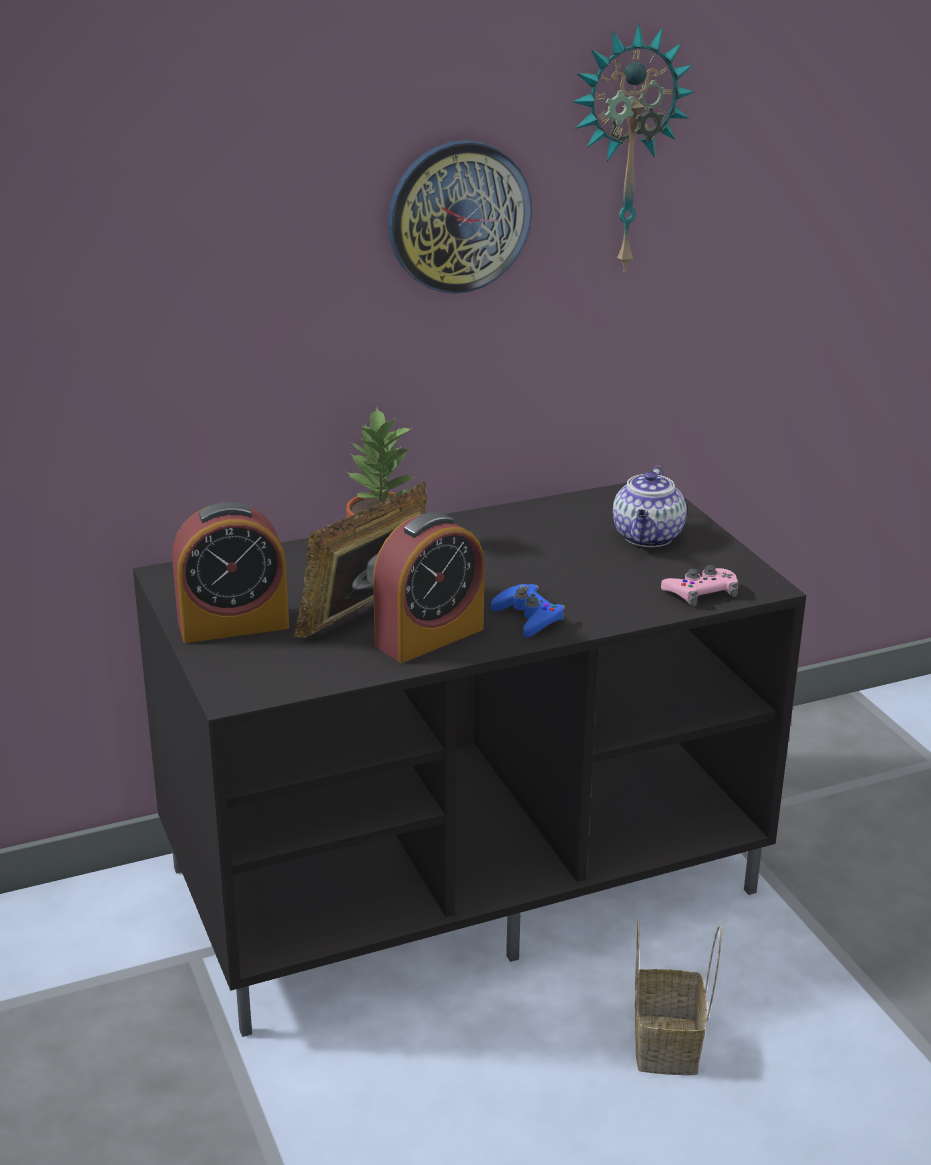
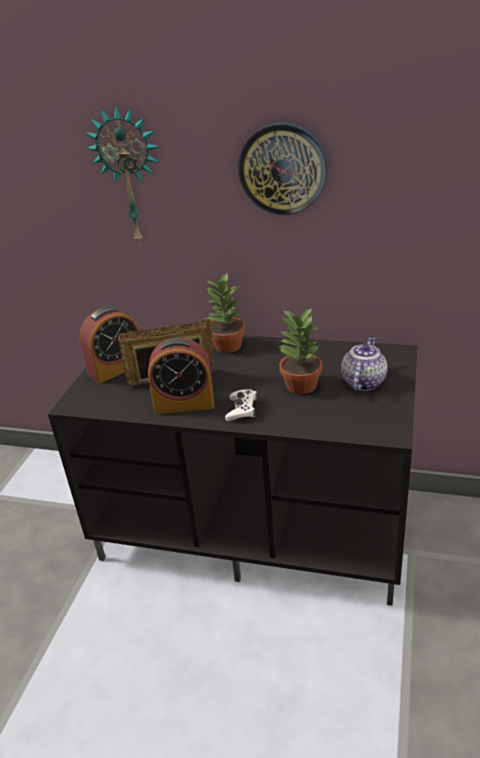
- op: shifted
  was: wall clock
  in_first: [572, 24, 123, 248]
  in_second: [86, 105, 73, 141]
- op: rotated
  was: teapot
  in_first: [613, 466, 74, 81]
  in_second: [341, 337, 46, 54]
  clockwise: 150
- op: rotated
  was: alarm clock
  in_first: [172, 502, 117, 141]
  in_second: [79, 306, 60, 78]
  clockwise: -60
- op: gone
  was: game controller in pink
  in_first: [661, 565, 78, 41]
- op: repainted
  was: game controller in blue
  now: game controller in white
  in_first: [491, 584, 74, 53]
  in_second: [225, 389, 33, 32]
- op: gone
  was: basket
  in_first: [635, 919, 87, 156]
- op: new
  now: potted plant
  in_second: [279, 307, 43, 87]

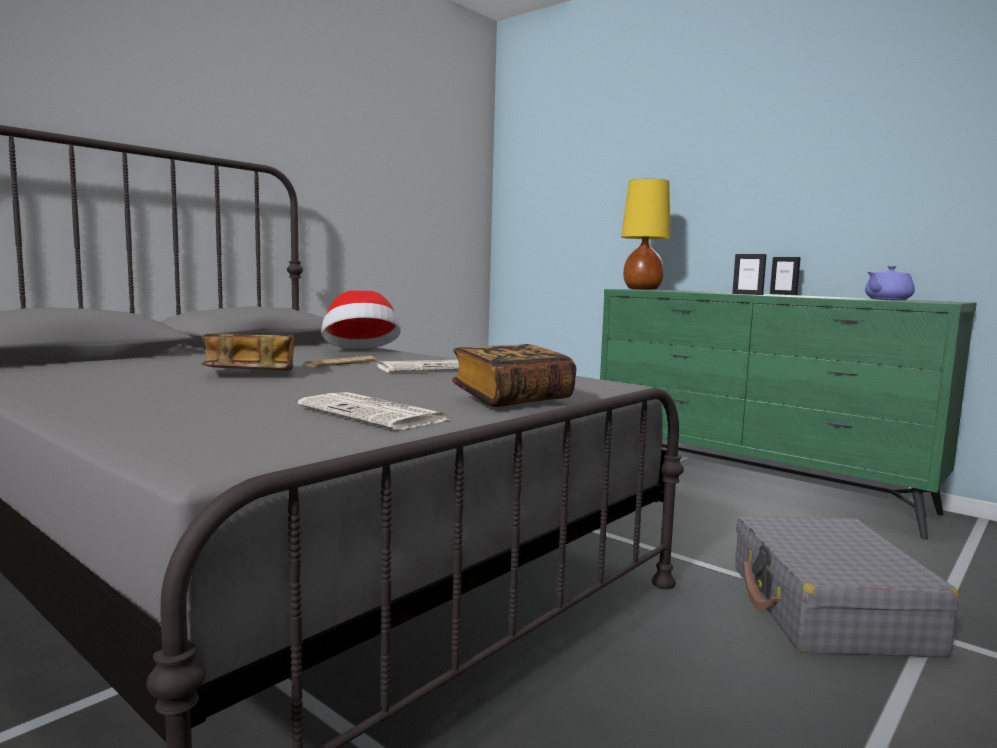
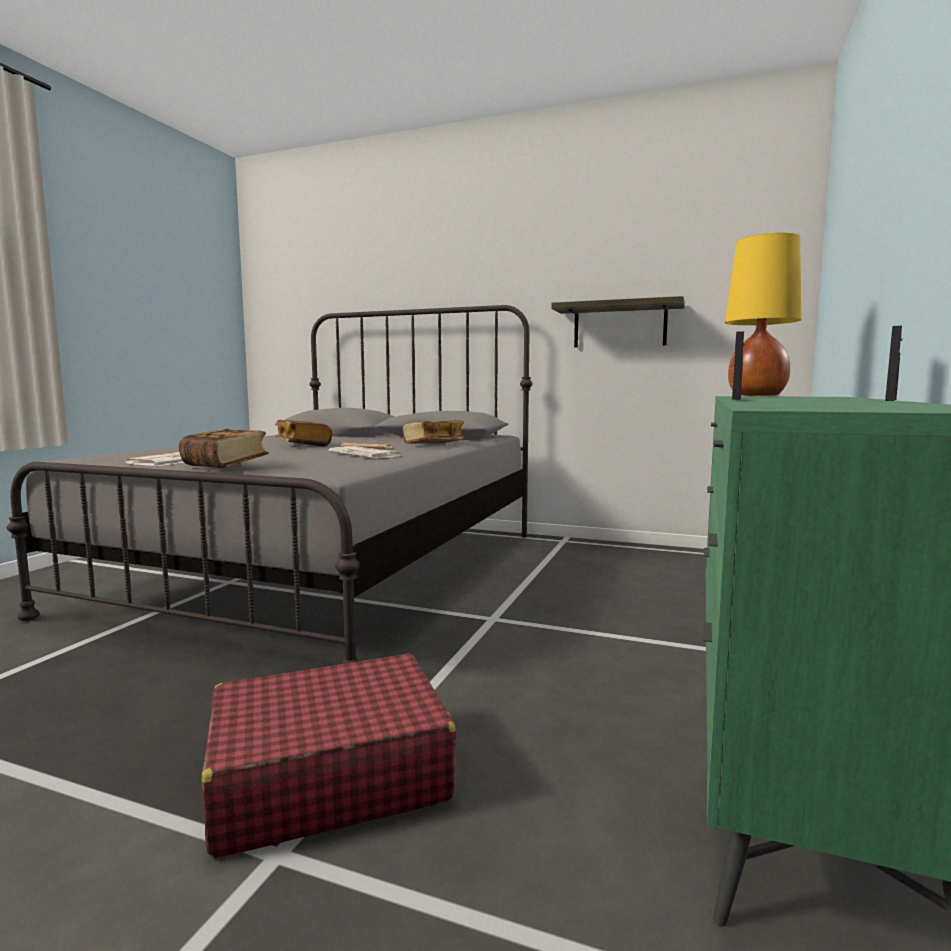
- op: gone
  was: teapot in purple
  in_first: [865, 266, 50, 34]
- op: swapped
  was: hat
  now: book
  in_first: [321, 290, 80, 59]
  in_second: [403, 420, 62, 24]
- op: repainted
  was: suitcase in grey
  now: suitcase in red
  in_first: [735, 516, 224, 141]
  in_second: [202, 653, 254, 205]
- op: new
  now: shelf
  in_second: [551, 296, 134, 51]

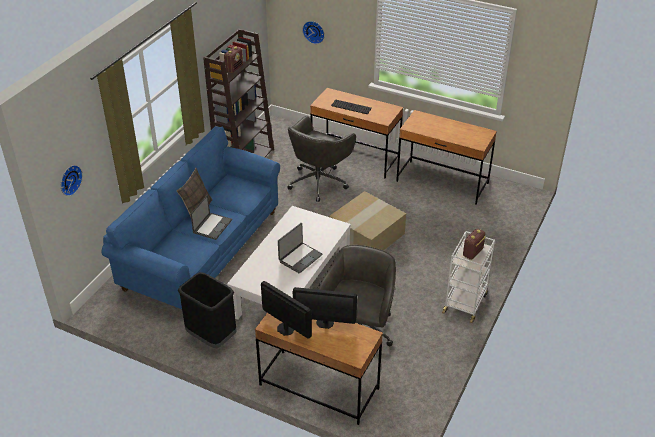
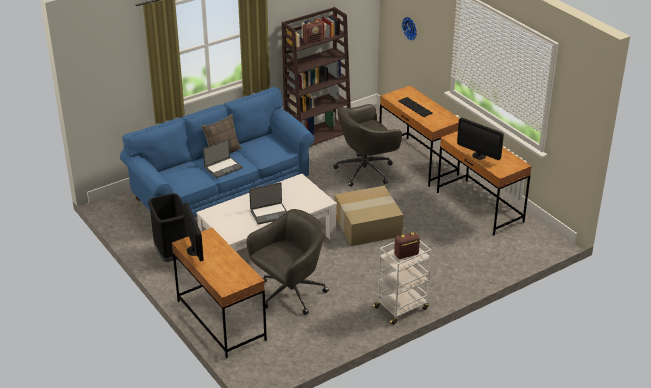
- op: gone
  was: wall clock
  in_first: [61, 165, 22, 31]
- op: shifted
  was: monitor
  in_first: [293, 287, 64, 42]
  in_second: [457, 118, 47, 42]

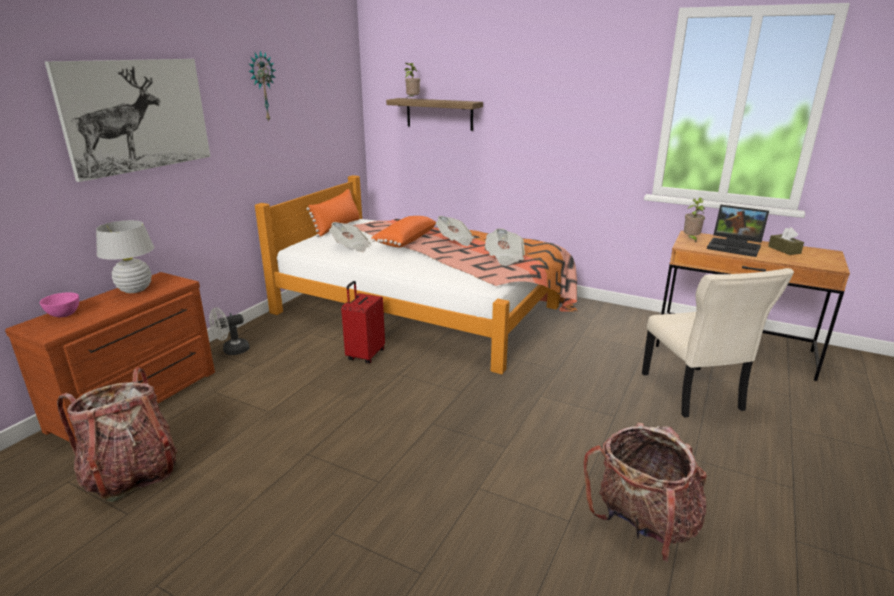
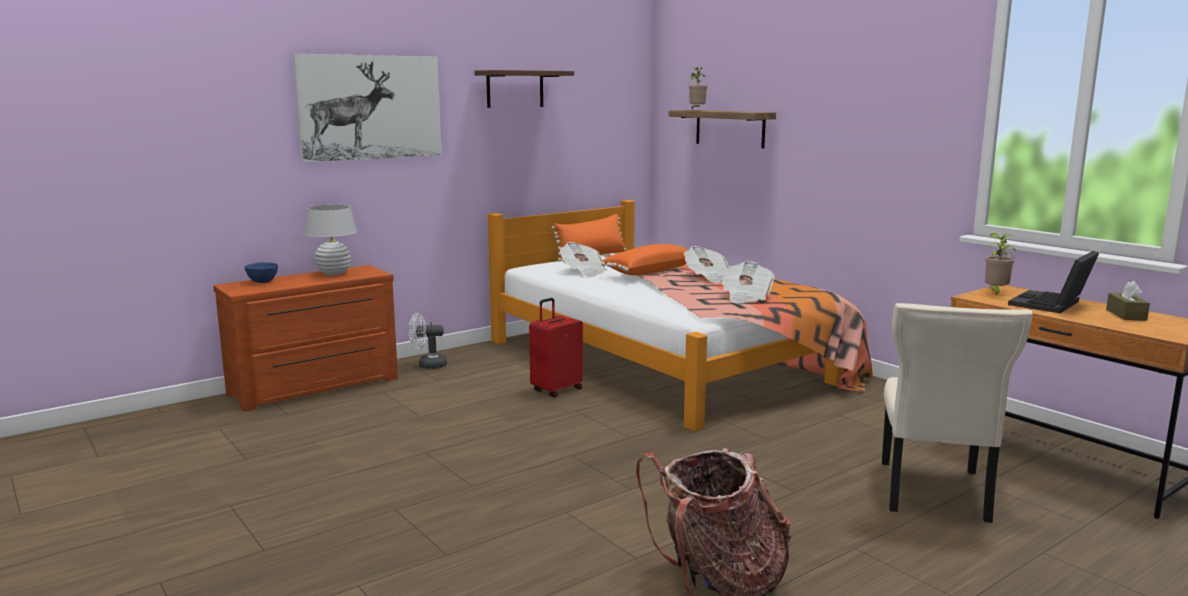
- op: swapped
  was: wall clock
  now: shelf
  in_first: [248, 51, 28, 71]
  in_second: [474, 70, 100, 38]
- op: rotated
  was: laptop
  in_first: [707, 205, 62, 52]
  in_second: [1008, 251, 91, 62]
  clockwise: 75
- op: repainted
  was: bowl in pink
  now: bowl in blue
  in_first: [40, 292, 39, 25]
  in_second: [245, 262, 33, 21]
- op: gone
  was: backpack
  in_first: [57, 367, 121, 135]

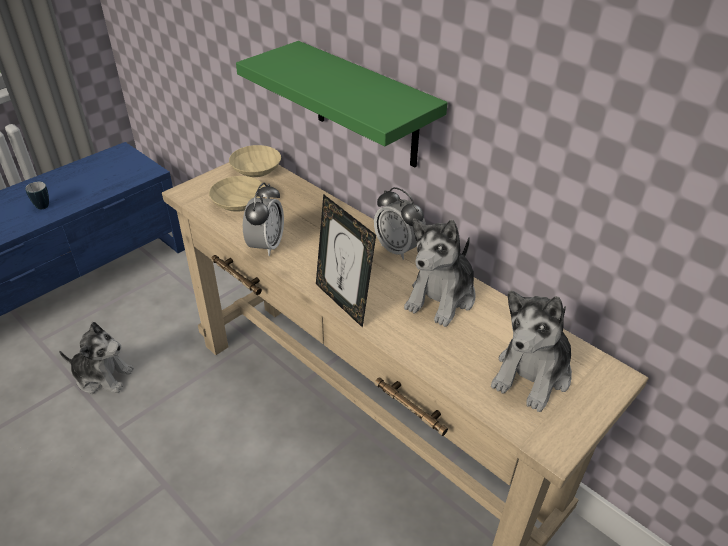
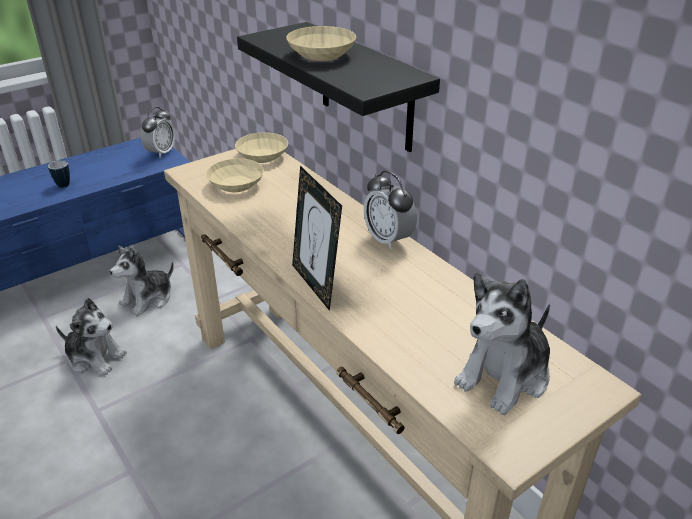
- op: repainted
  was: shelf in green
  now: shelf in black
  in_first: [236, 41, 212, 126]
  in_second: [237, 22, 203, 130]
- op: shifted
  was: alarm clock
  in_first: [243, 183, 41, 73]
  in_second: [141, 107, 34, 51]
- op: shifted
  was: plush toy
  in_first: [404, 219, 72, 108]
  in_second: [109, 245, 65, 71]
- op: new
  now: bowl in beige
  in_second: [286, 26, 70, 35]

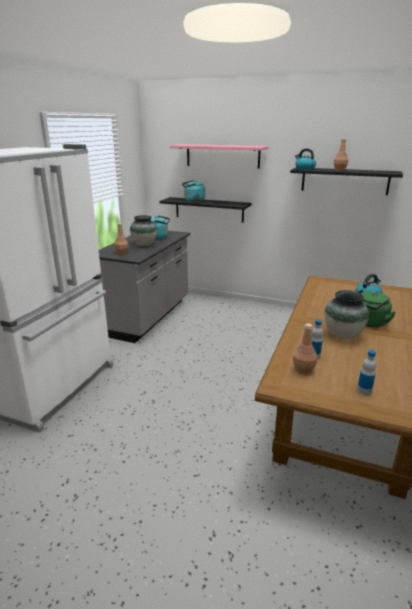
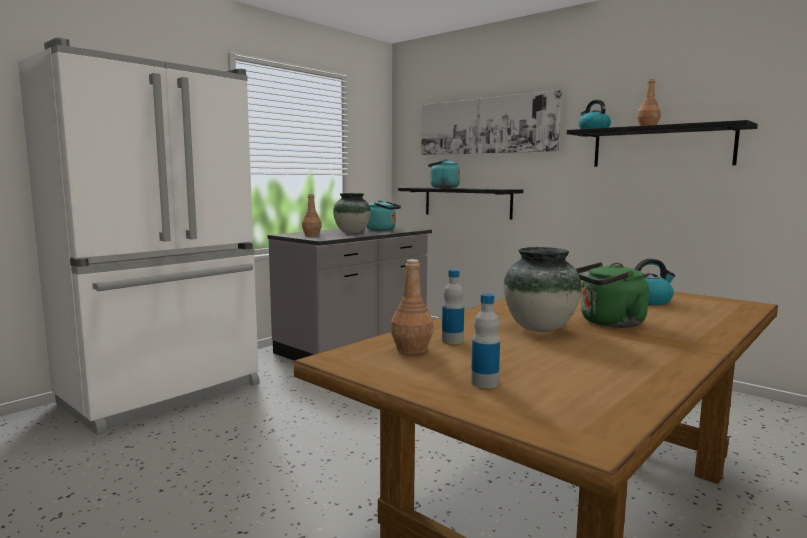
- op: swapped
  was: shelf in pink
  now: picture
  in_first: [170, 144, 99, 25]
  in_second: [421, 90, 141, 65]

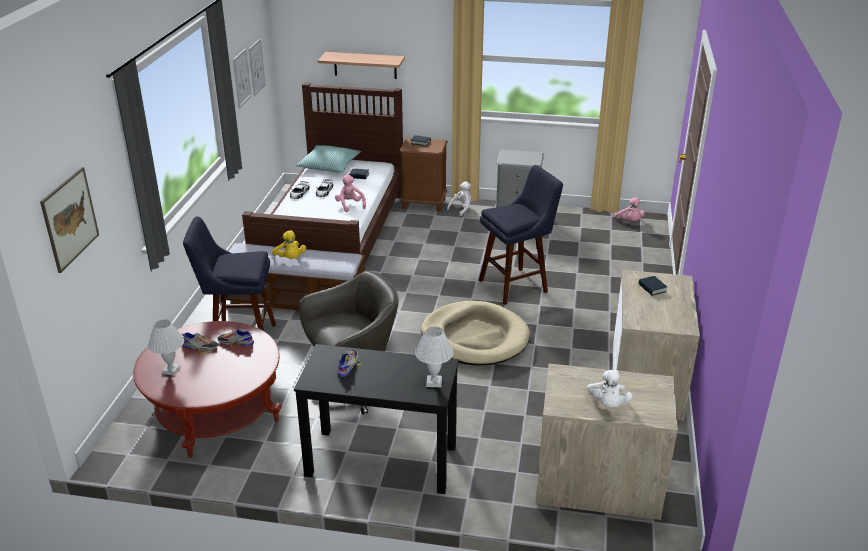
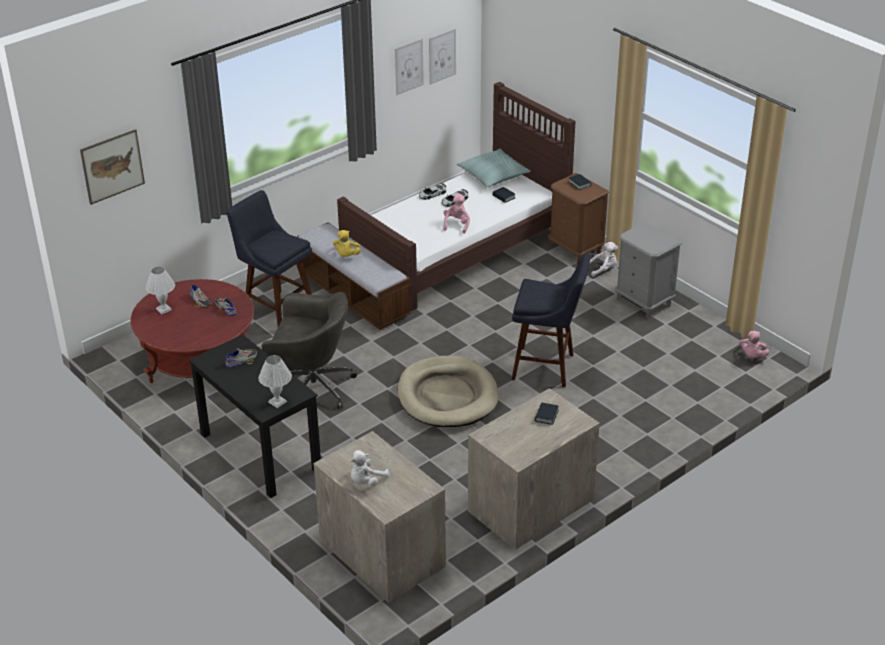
- op: gone
  was: shelf
  in_first: [318, 52, 87, 27]

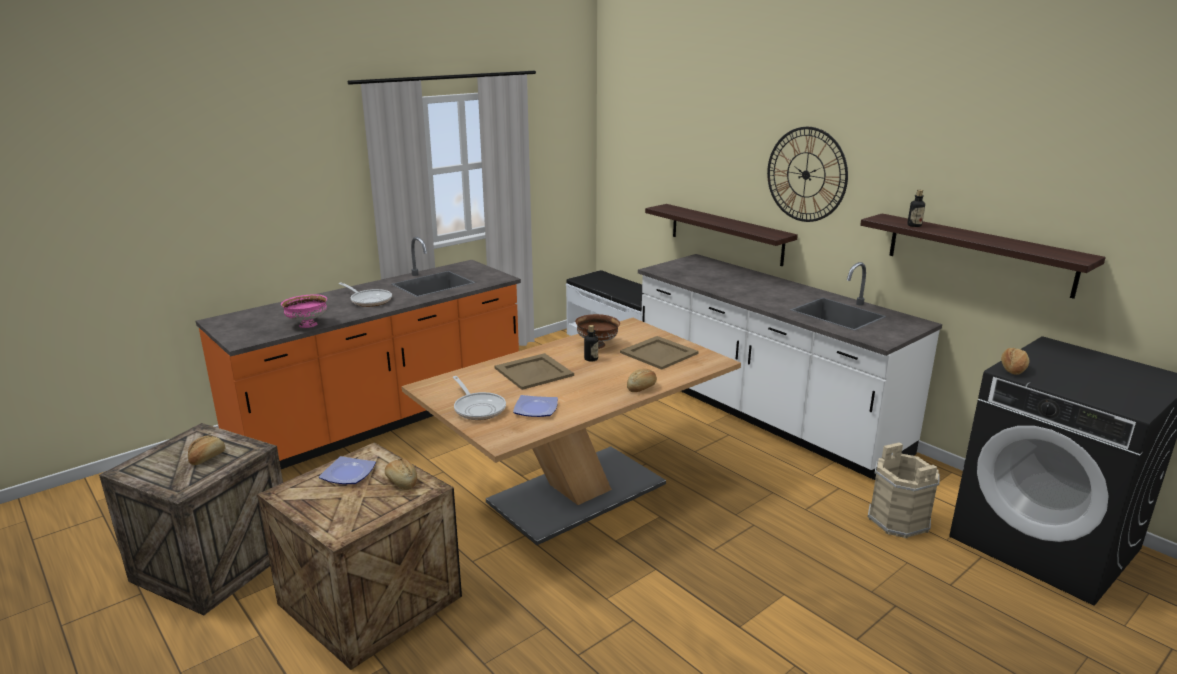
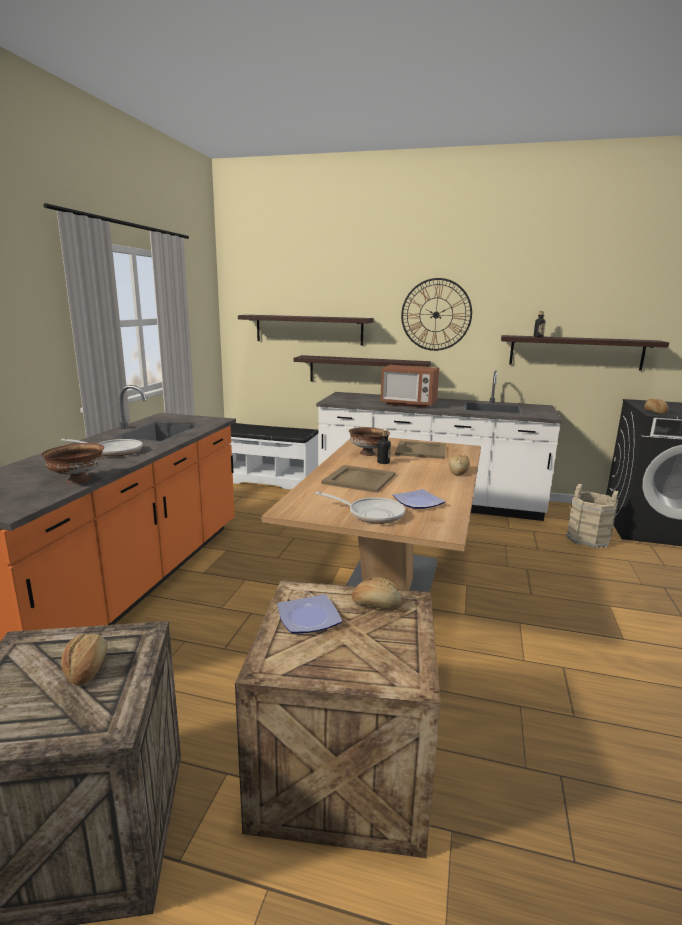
- op: repainted
  was: bowl in pink
  now: bowl in brown
  in_first: [281, 294, 46, 34]
  in_second: [41, 443, 63, 41]
- op: new
  now: shelf
  in_second: [238, 315, 136, 30]
- op: new
  now: microwave
  in_second: [380, 365, 59, 43]

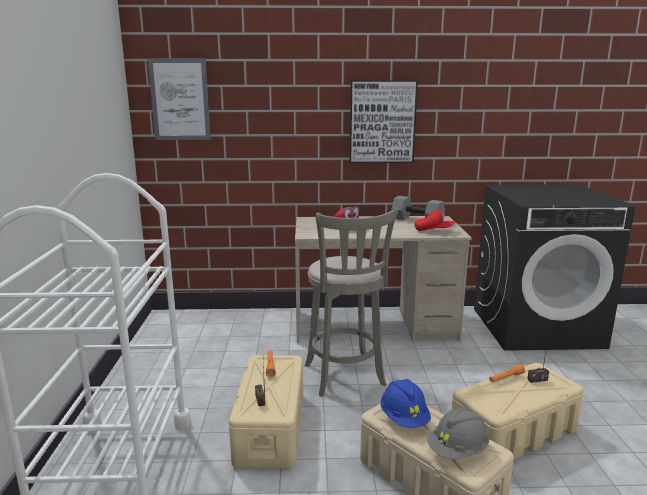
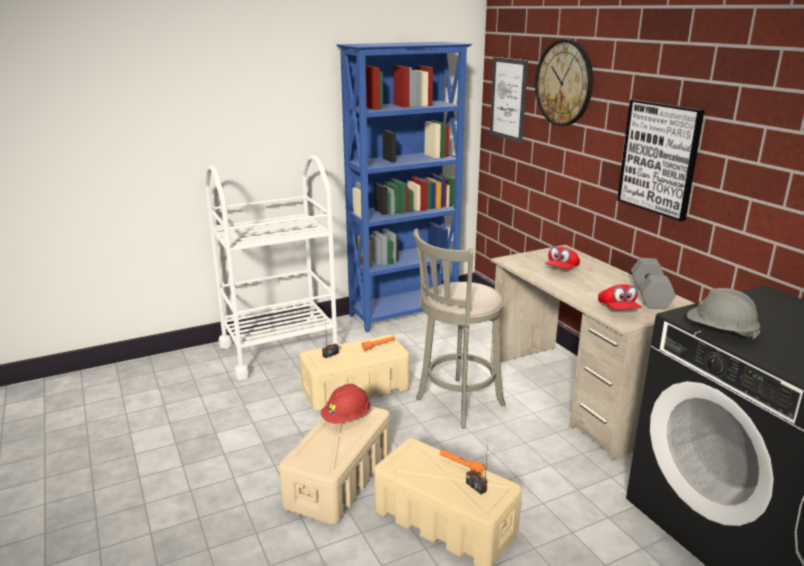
- op: repainted
  was: hard hat in blue
  now: hard hat in red
  in_first: [380, 379, 51, 49]
  in_second: [321, 384, 50, 40]
- op: shifted
  was: hard hat in grey
  in_first: [427, 408, 62, 51]
  in_second: [687, 288, 74, 51]
- op: new
  now: wall clock
  in_second: [535, 39, 58, 87]
- op: new
  now: bookcase in blue
  in_second: [336, 42, 136, 290]

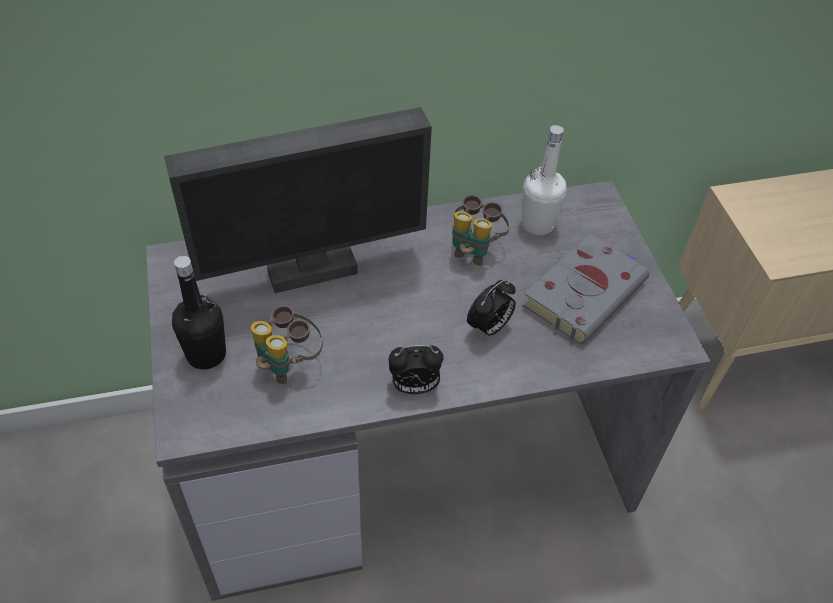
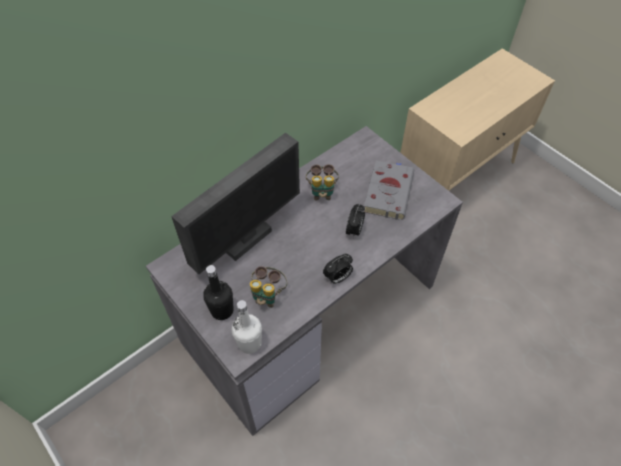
- op: shifted
  was: bottle in white
  in_first: [521, 125, 46, 110]
  in_second: [231, 300, 31, 54]

